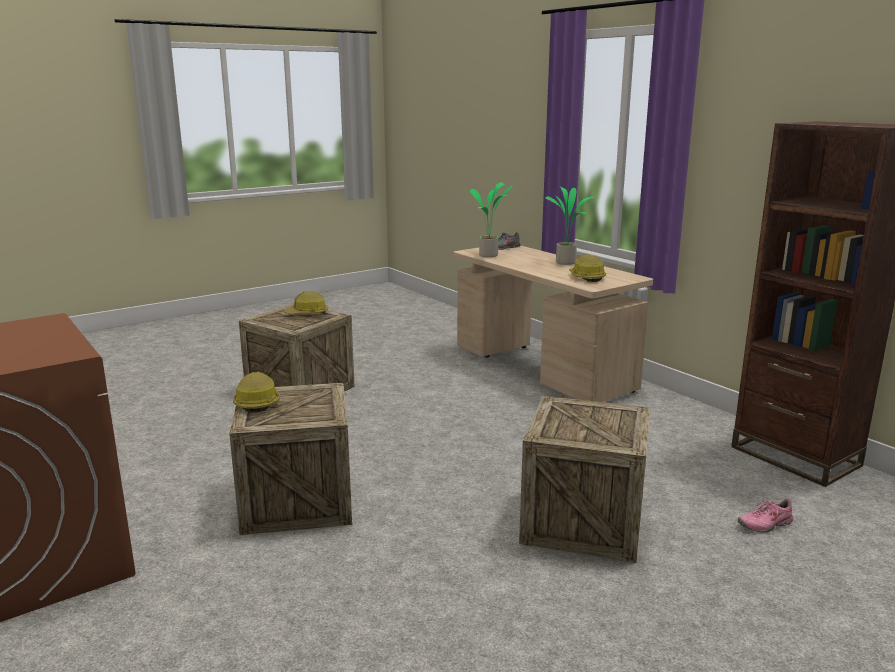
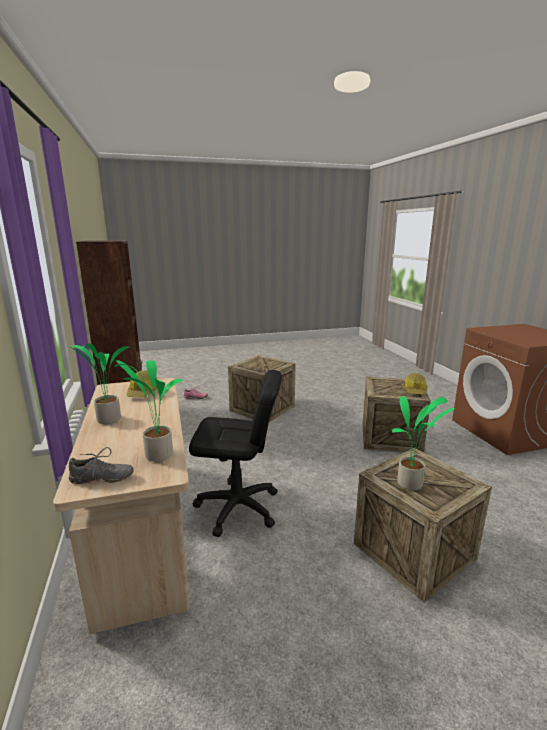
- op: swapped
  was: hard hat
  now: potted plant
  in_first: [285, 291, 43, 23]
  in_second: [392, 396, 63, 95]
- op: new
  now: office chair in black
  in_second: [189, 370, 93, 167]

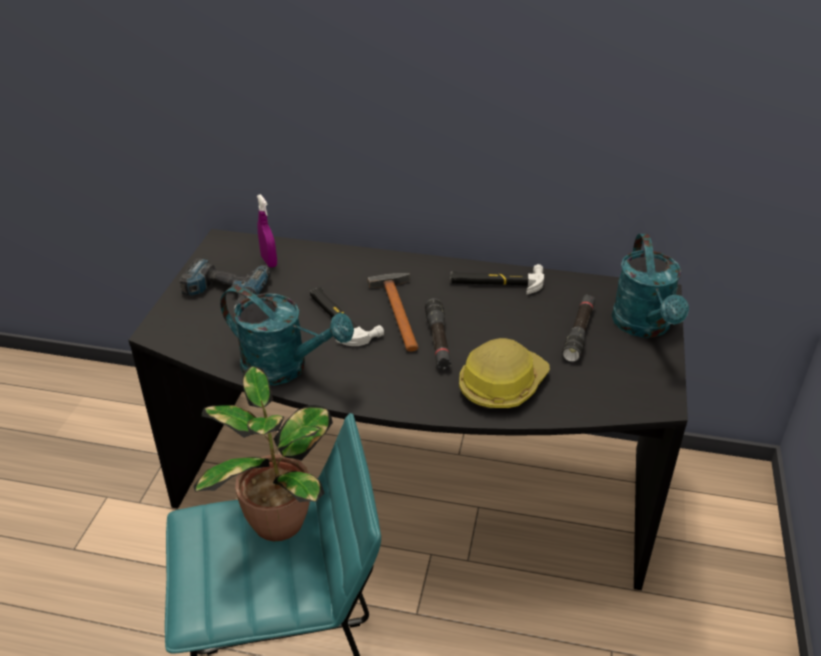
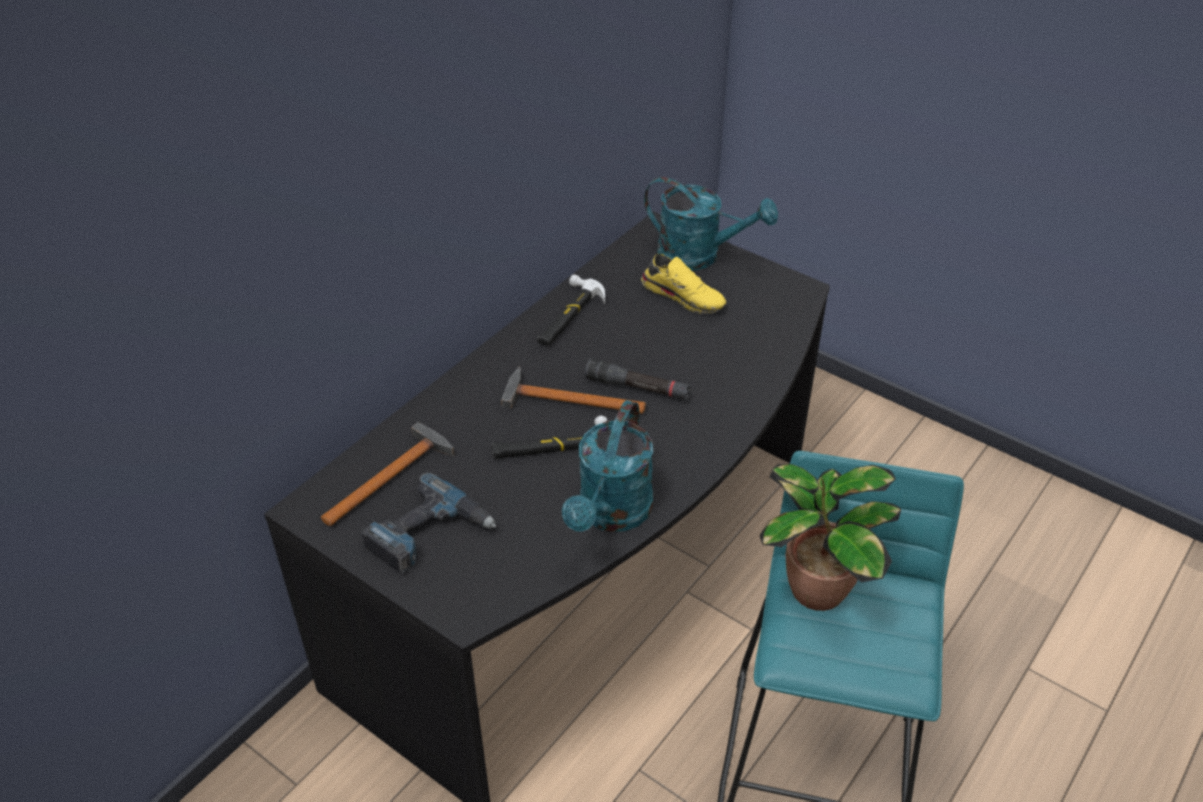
- op: swapped
  was: spray bottle in purple
  now: hammer
  in_first: [257, 194, 20, 74]
  in_second: [321, 422, 133, 104]
- op: rotated
  was: watering can in turquoise
  in_first: [220, 286, 134, 99]
  in_second: [562, 400, 91, 132]
  clockwise: 150
- op: swapped
  was: flashlight in black
  now: shoe in yellow
  in_first: [562, 295, 33, 67]
  in_second: [641, 254, 85, 60]
- op: gone
  was: hard hat
  in_first: [459, 338, 91, 71]

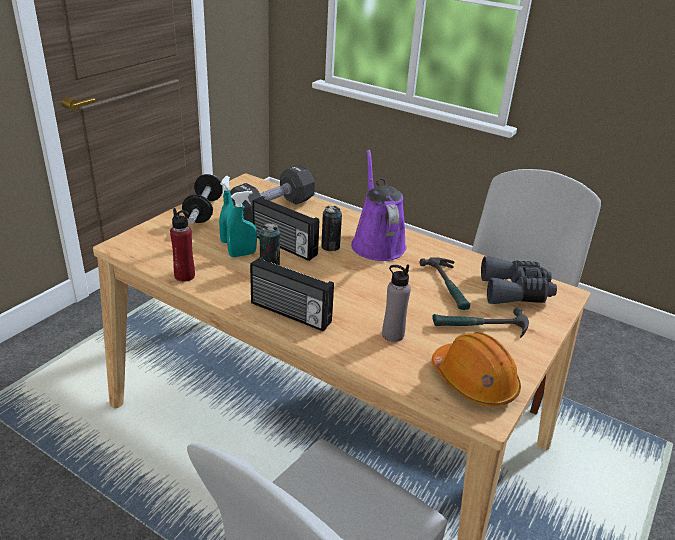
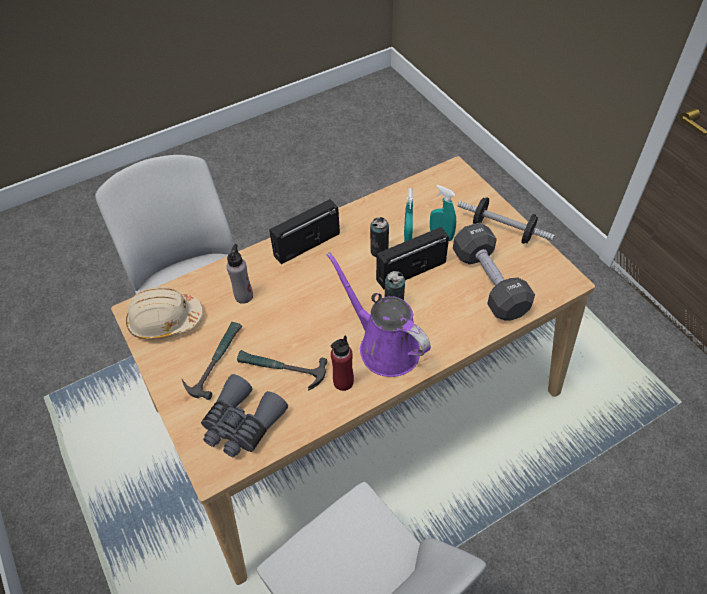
- op: rotated
  was: watering can in purple
  in_first: [351, 150, 55, 111]
  in_second: [326, 252, 105, 125]
  clockwise: -150
- op: shifted
  was: bottle in red
  in_first: [170, 208, 25, 74]
  in_second: [331, 335, 23, 56]
- op: repainted
  was: hard hat in orange
  now: hard hat in beige
  in_first: [432, 332, 89, 74]
  in_second: [126, 287, 77, 53]

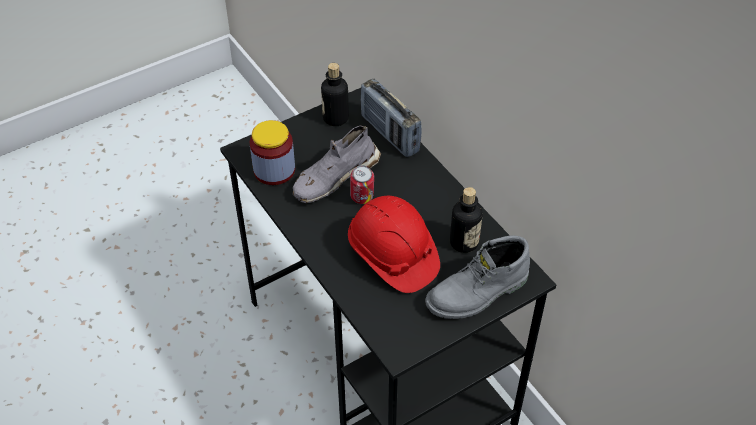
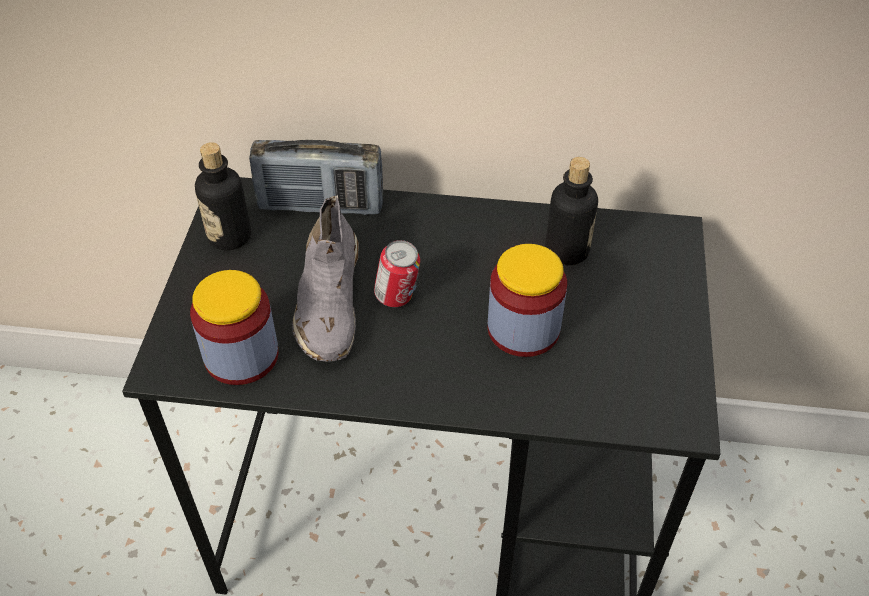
- op: swapped
  was: hard hat in red
  now: jar
  in_first: [348, 196, 92, 97]
  in_second: [488, 244, 79, 113]
- op: gone
  was: boot in grey
  in_first: [425, 235, 105, 84]

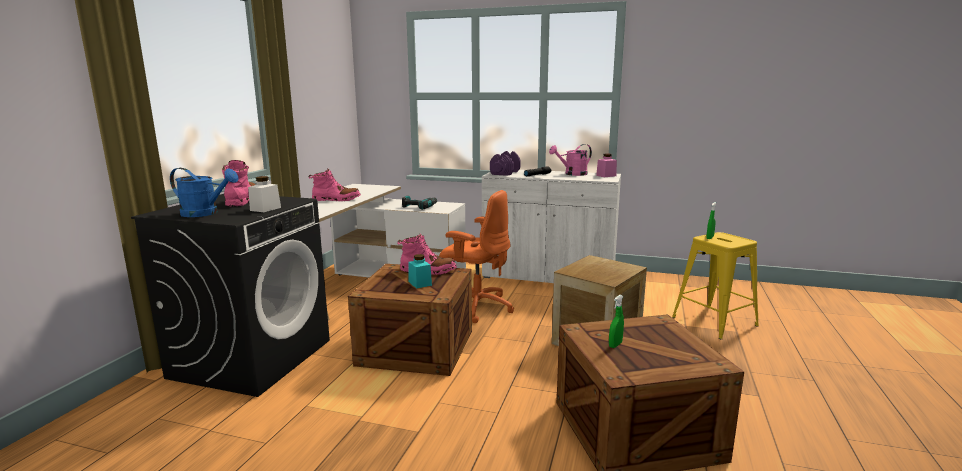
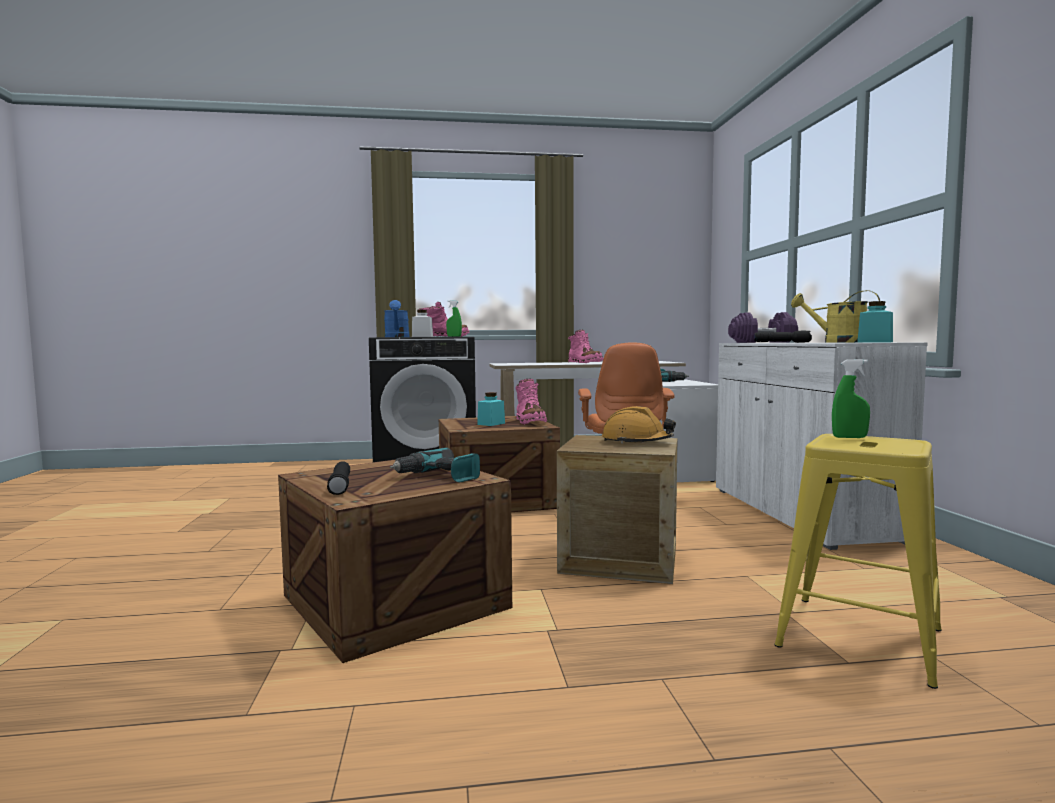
- op: repainted
  was: watering can in pink
  now: watering can in yellow
  in_first: [549, 144, 43, 32]
  in_second: [791, 290, 89, 52]
- op: repainted
  was: jar in pink
  now: jar in turquoise
  in_first: [596, 154, 21, 23]
  in_second: [857, 301, 36, 42]
- op: shifted
  was: spray bottle in green
  in_first: [609, 295, 15, 53]
  in_second: [446, 300, 16, 37]
- op: new
  now: hard hat in orange
  in_second: [602, 406, 74, 38]
- op: new
  now: power drill
  in_second: [390, 447, 90, 35]
- op: new
  now: flashlight in black
  in_second: [327, 461, 23, 34]

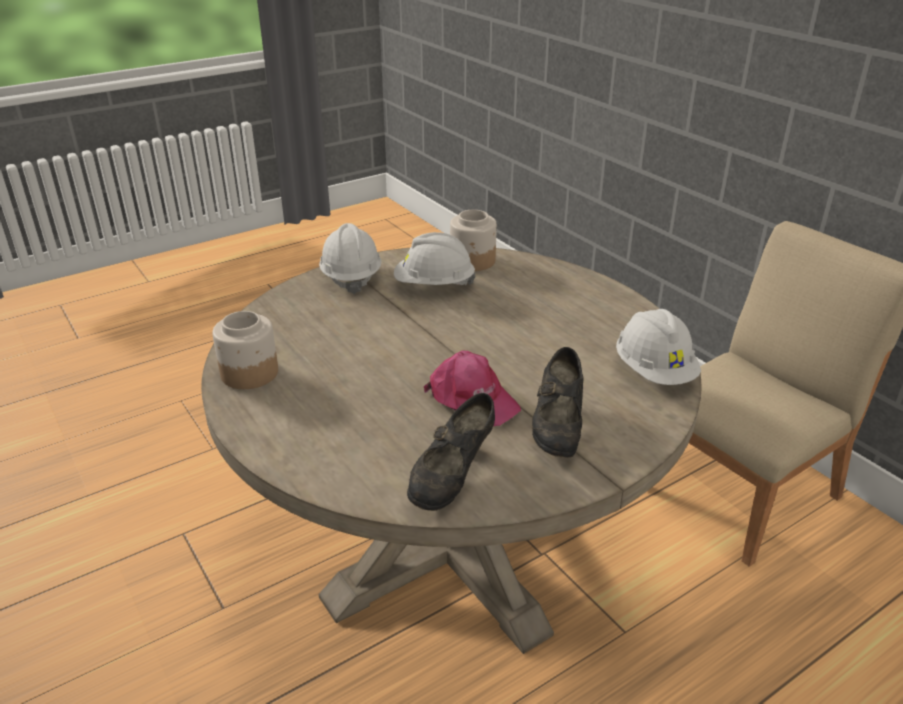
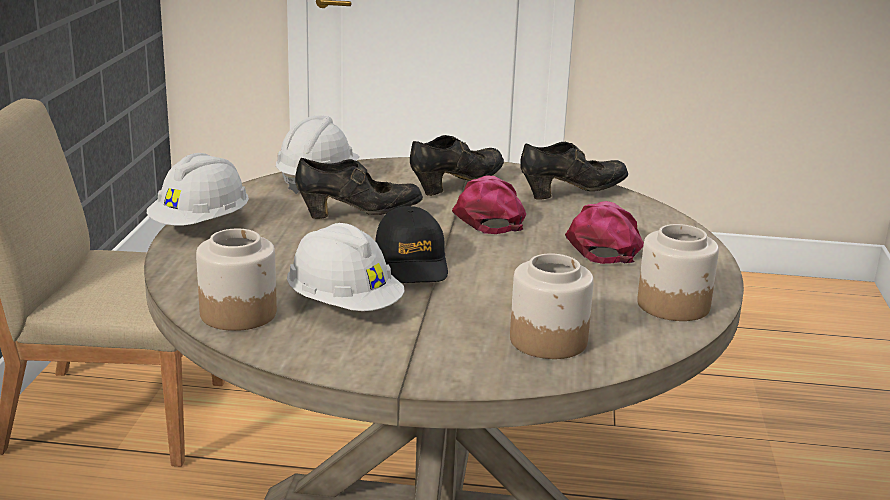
- op: shifted
  was: hard hat in white
  in_first: [319, 223, 62, 71]
  in_second: [147, 153, 102, 73]
- op: new
  now: shoe in black
  in_second: [295, 158, 128, 61]
- op: new
  now: cap in pink
  in_second: [565, 201, 79, 63]
- op: new
  now: cap in black
  in_second: [375, 206, 73, 77]
- op: new
  now: jar
  in_second: [510, 253, 84, 106]

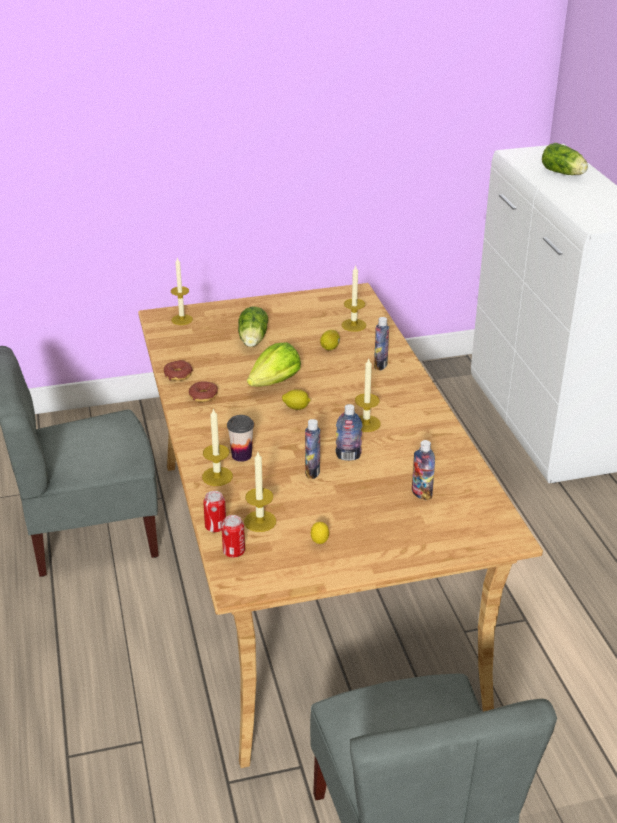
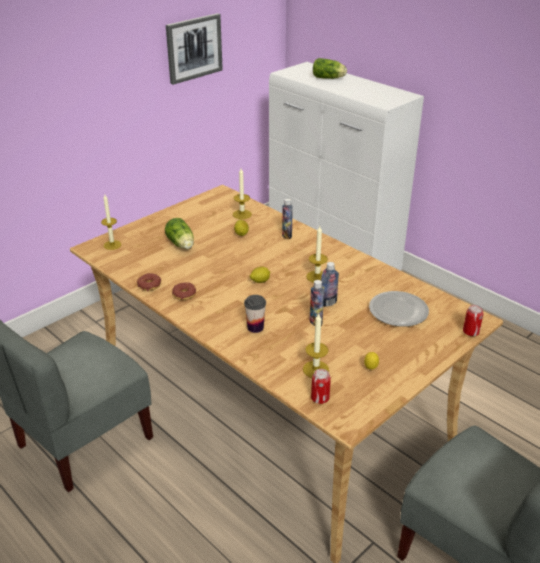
- op: gone
  was: lettuce
  in_first: [247, 342, 54, 45]
- op: gone
  was: candle
  in_first: [202, 408, 31, 78]
- op: swapped
  was: bottle
  now: plate
  in_first: [412, 440, 23, 60]
  in_second: [369, 291, 60, 36]
- op: shifted
  was: can
  in_first: [203, 491, 23, 41]
  in_second: [463, 305, 21, 31]
- op: new
  now: picture
  in_second: [166, 13, 57, 72]

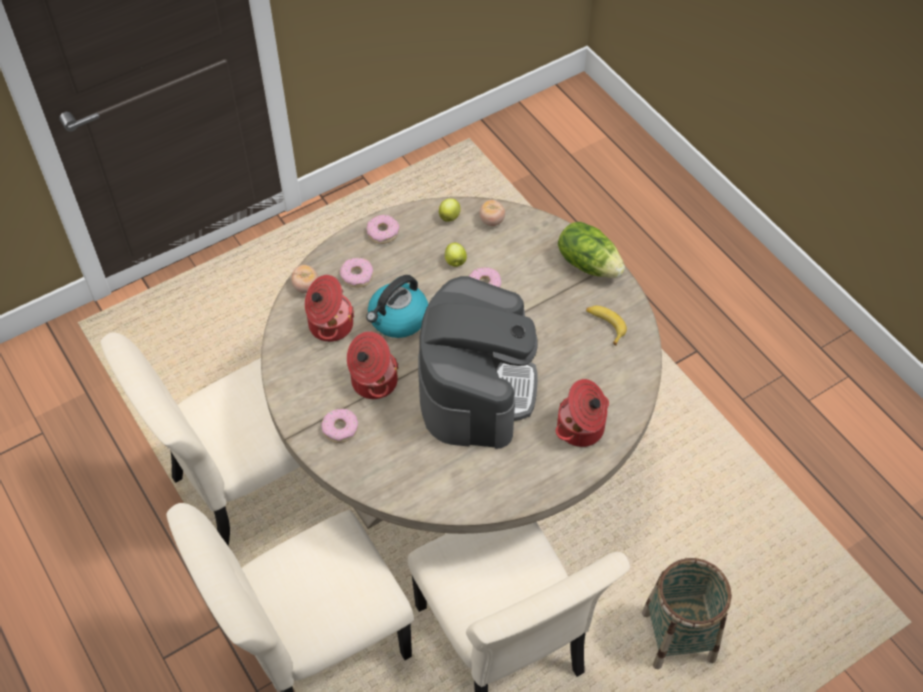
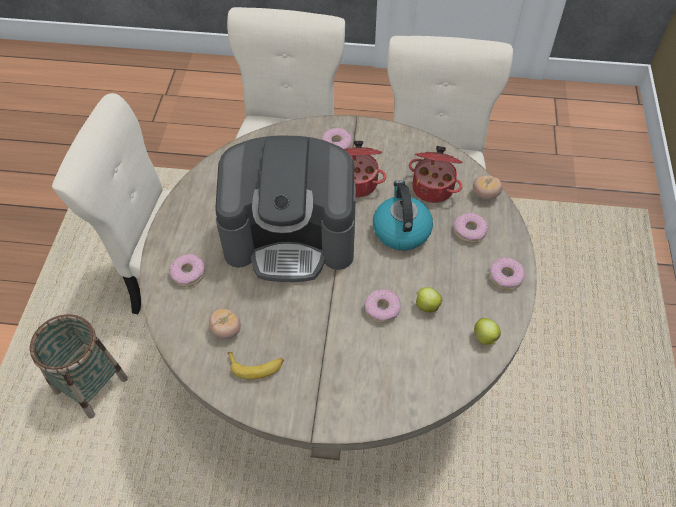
- op: shifted
  was: tomato
  in_first: [479, 200, 26, 26]
  in_second: [209, 309, 32, 30]
- op: gone
  was: lettuce
  in_first: [558, 222, 67, 56]
- op: rotated
  was: coffee machine
  in_first: [418, 276, 120, 173]
  in_second: [215, 136, 141, 146]
  clockwise: -45
- op: swapped
  was: cooking pot
  now: donut
  in_first: [556, 379, 53, 68]
  in_second: [170, 254, 35, 33]

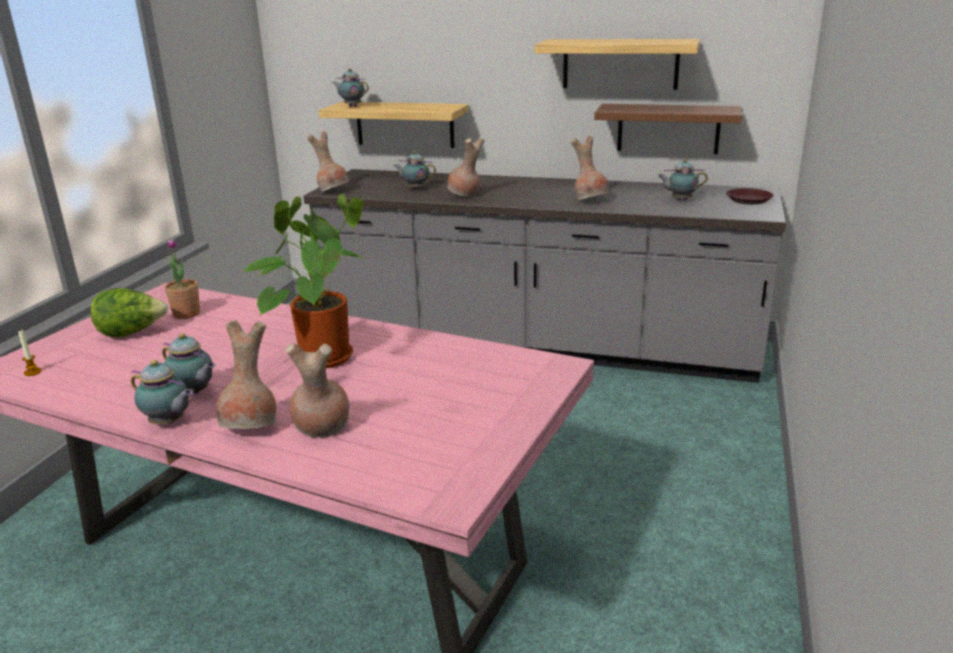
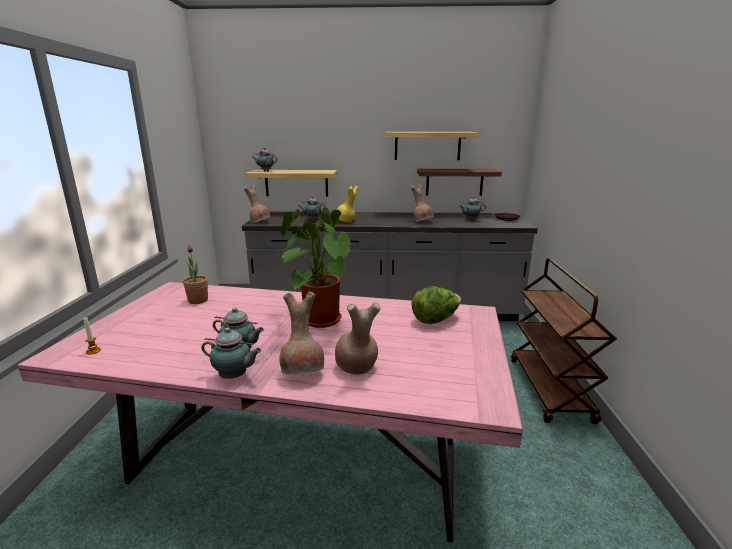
- op: repainted
  was: vase in brown
  now: vase in yellow
  in_first: [447, 136, 38, 61]
  in_second: [337, 186, 22, 36]
- op: shifted
  was: lettuce
  in_first: [90, 288, 78, 50]
  in_second: [412, 286, 50, 38]
- op: new
  now: cart in brown
  in_second: [511, 258, 106, 166]

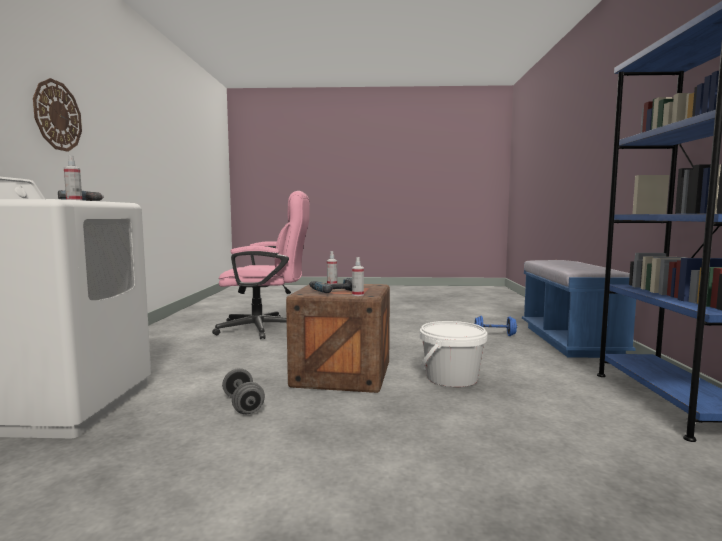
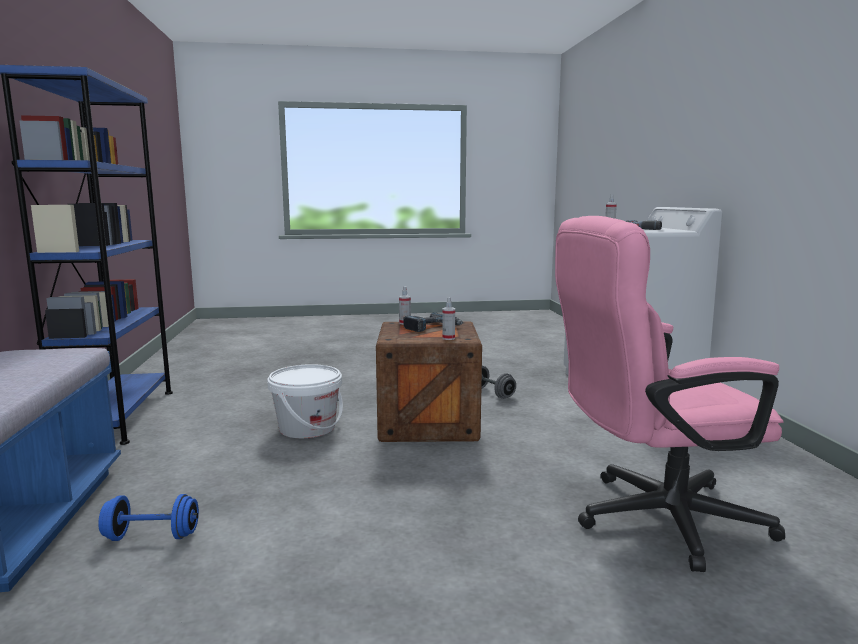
- op: gone
  was: wall clock
  in_first: [33, 78, 49, 74]

